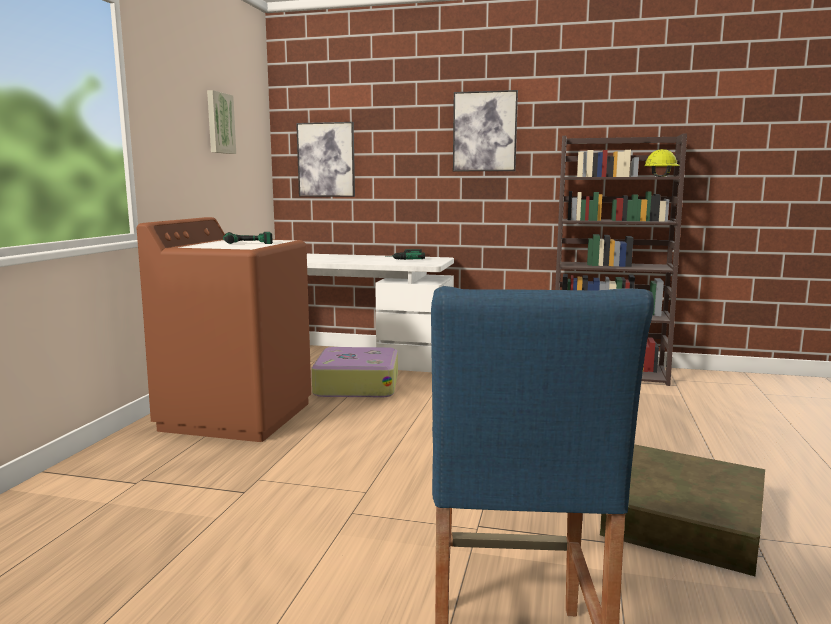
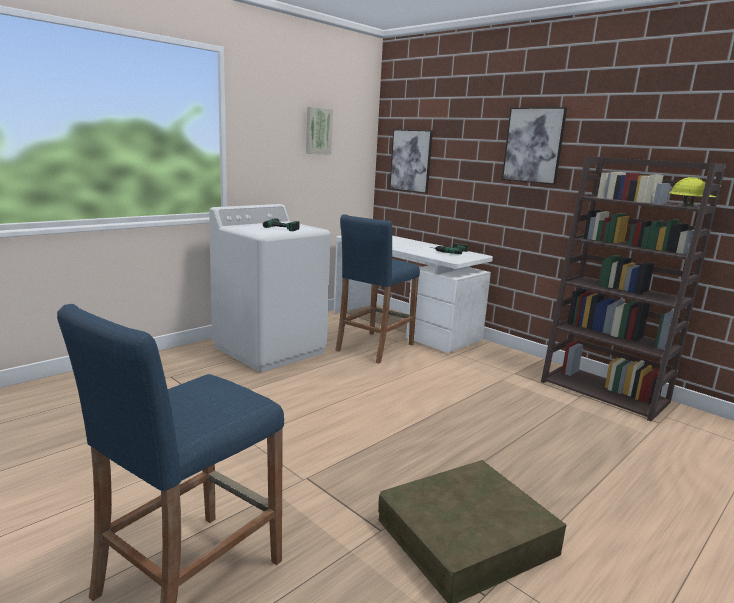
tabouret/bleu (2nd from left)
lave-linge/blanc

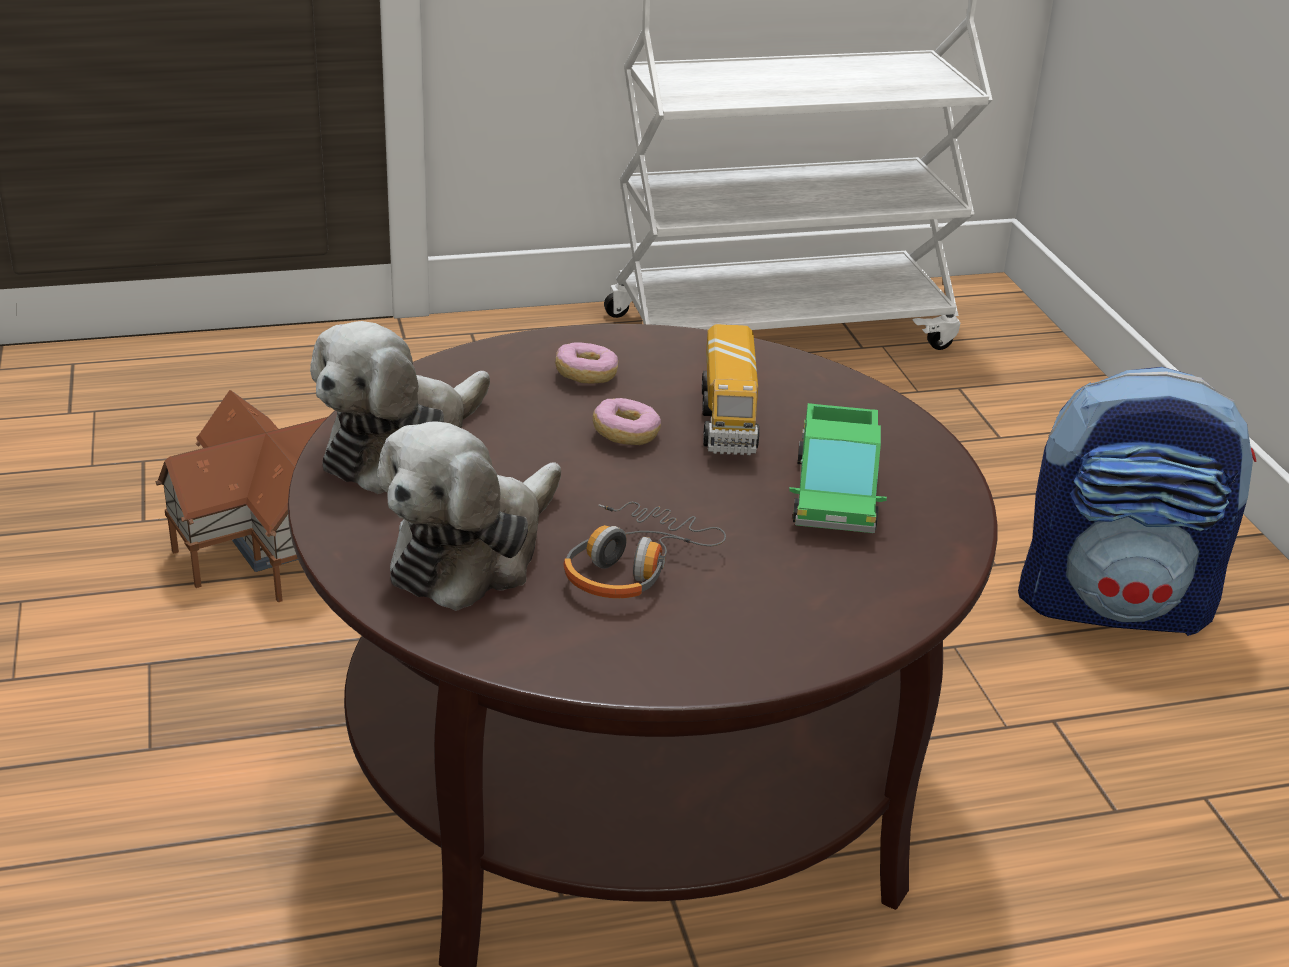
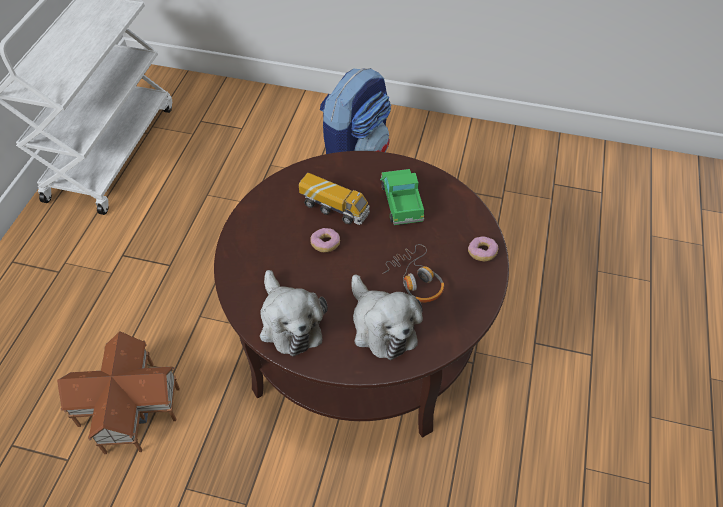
beignet (2nd from left)
camion jouet (2nd from left)

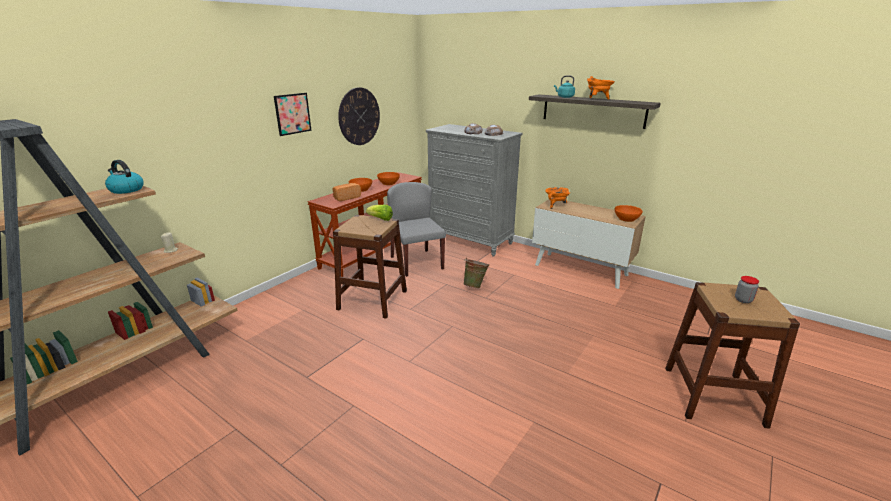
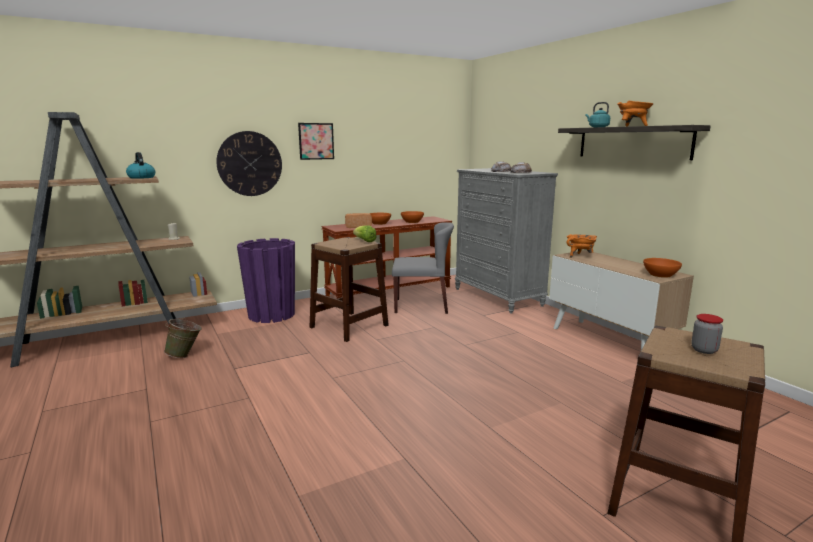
cache-pot/violet
horloge murale
seau/vert
chaise/gris

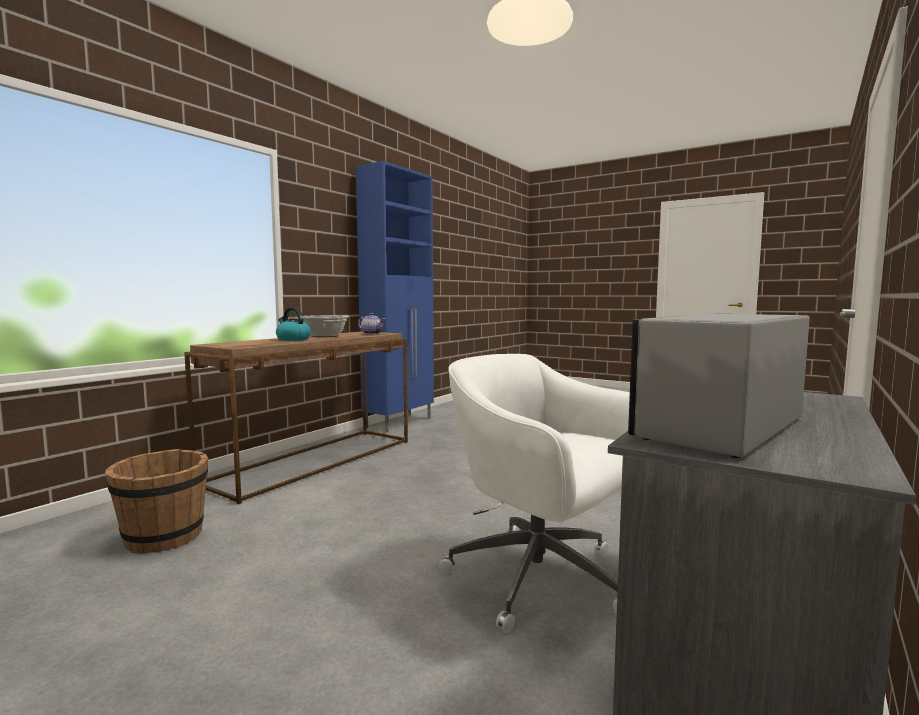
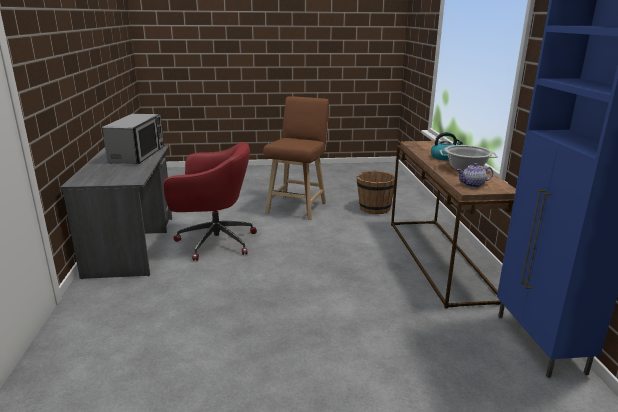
tabouret/marron
chaise de bureau/rouge

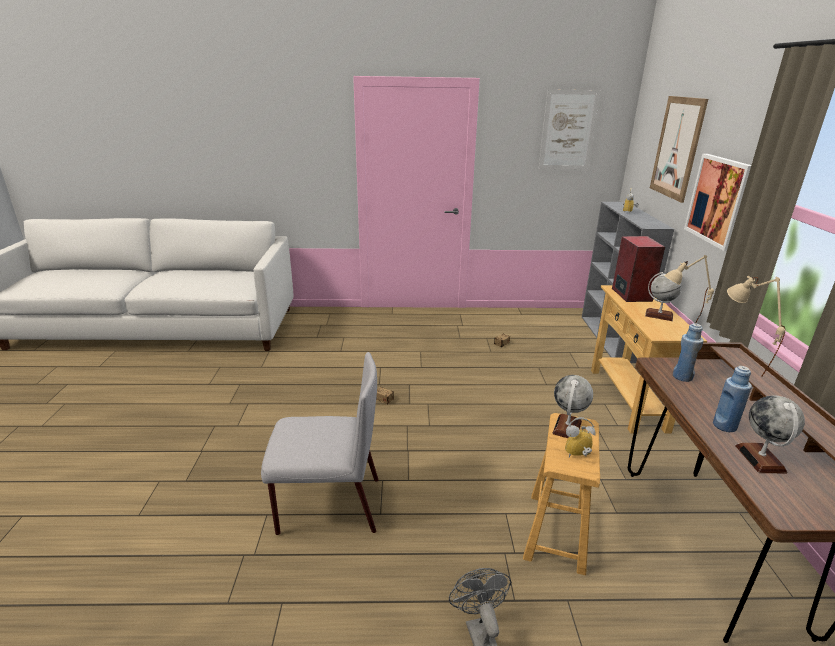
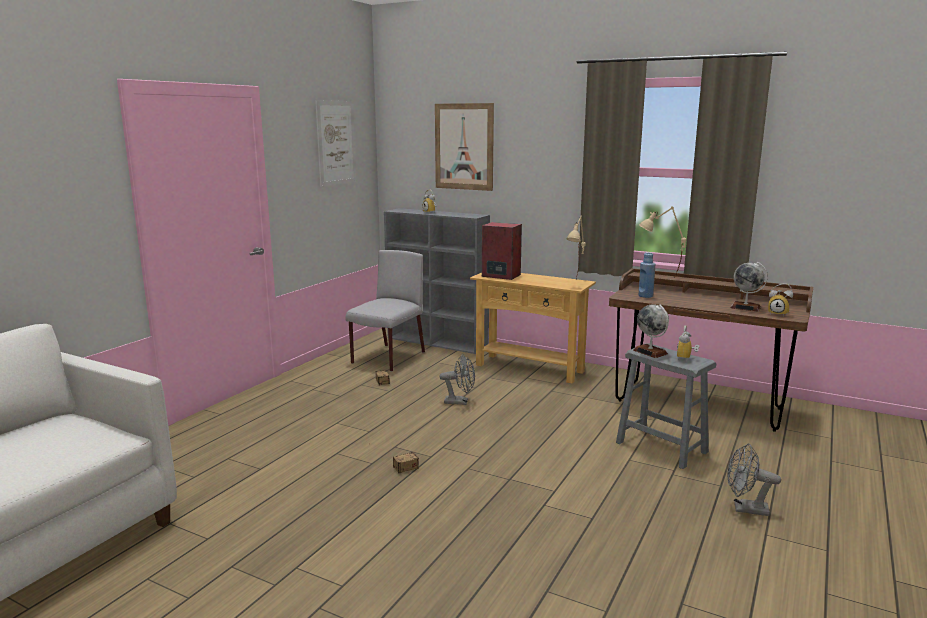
globe (2nd from left in the first image)
tableau (3rd from left in the first image)
bouteille/bleu (2nd from left in the first image)
ventilateur/gris (1st from left)
réveil (3rd from left)
chaise/gris
tabouret/gris

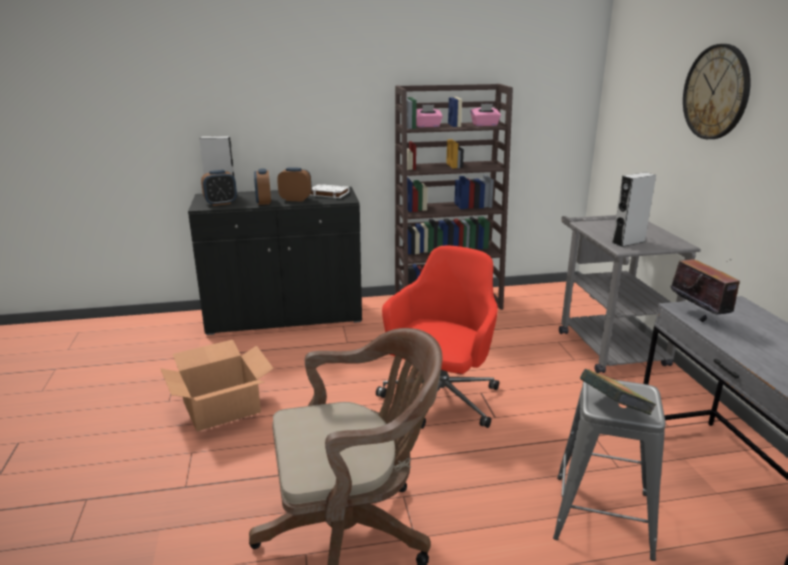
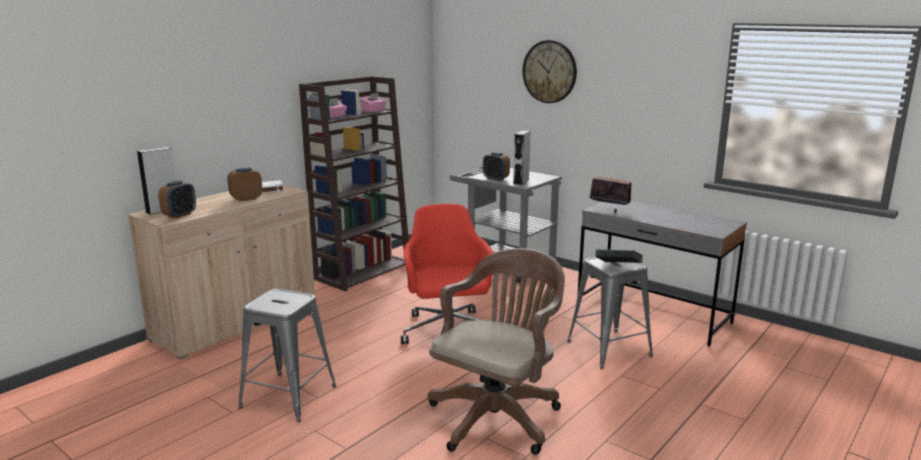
réveil (3rd from left)
tabouret/gris (1st from left)
meuble de rangement/beige

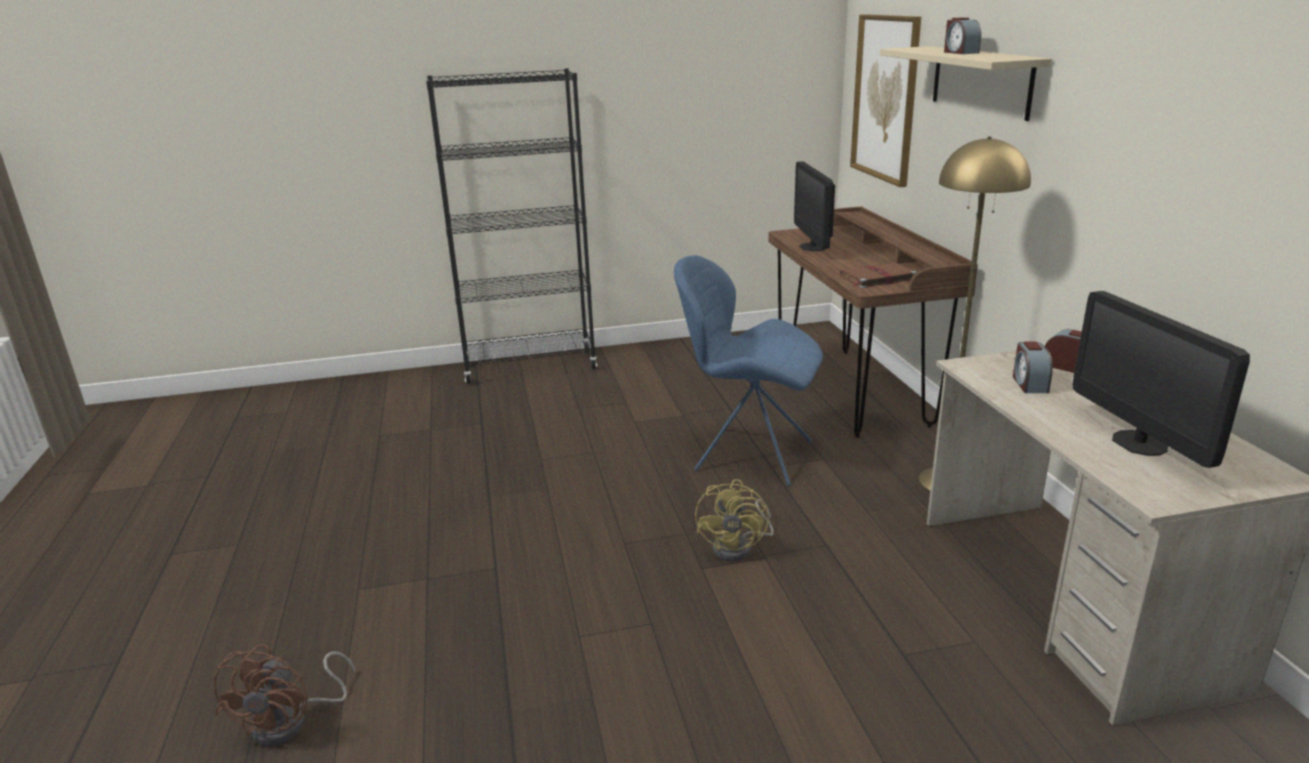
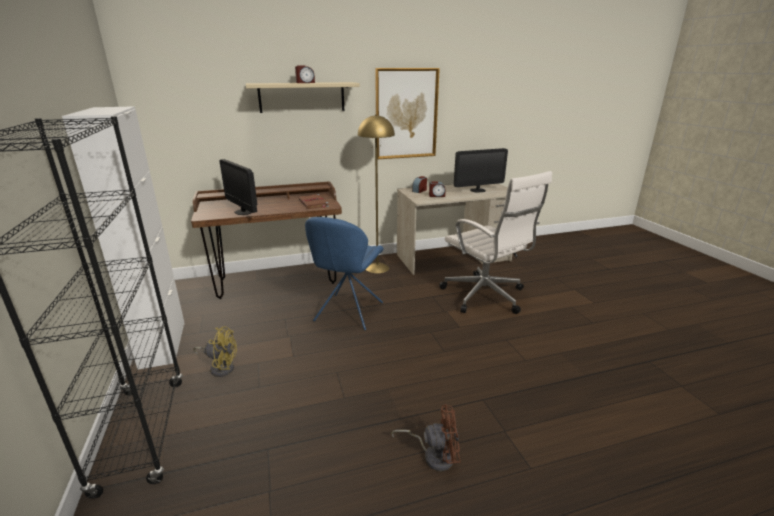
meuble de rangement/blanc
chaise de bureau/blanc
ventilateur/marron
ventilateur/jaune
tableau
écran d'ordinateur (1st from left)

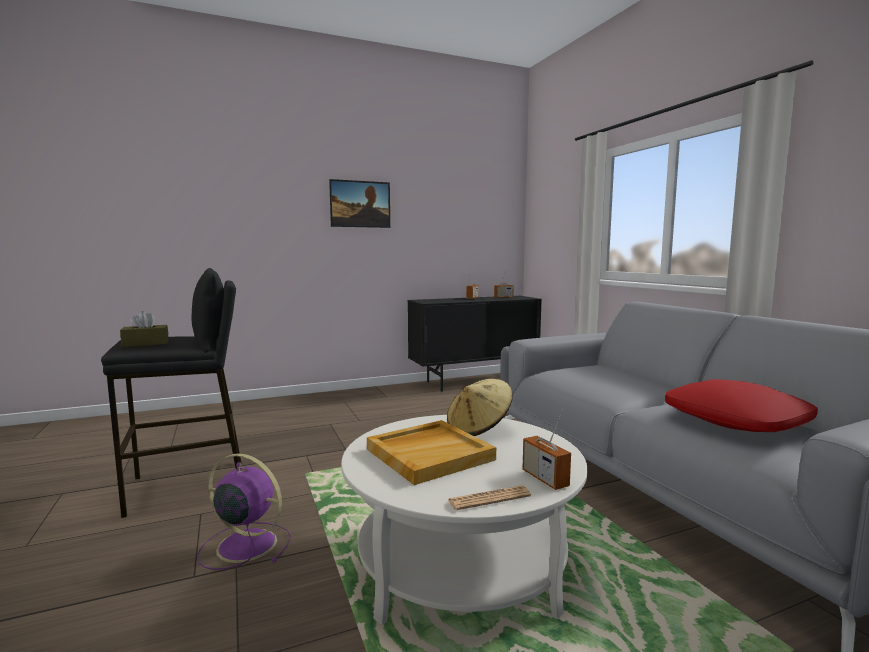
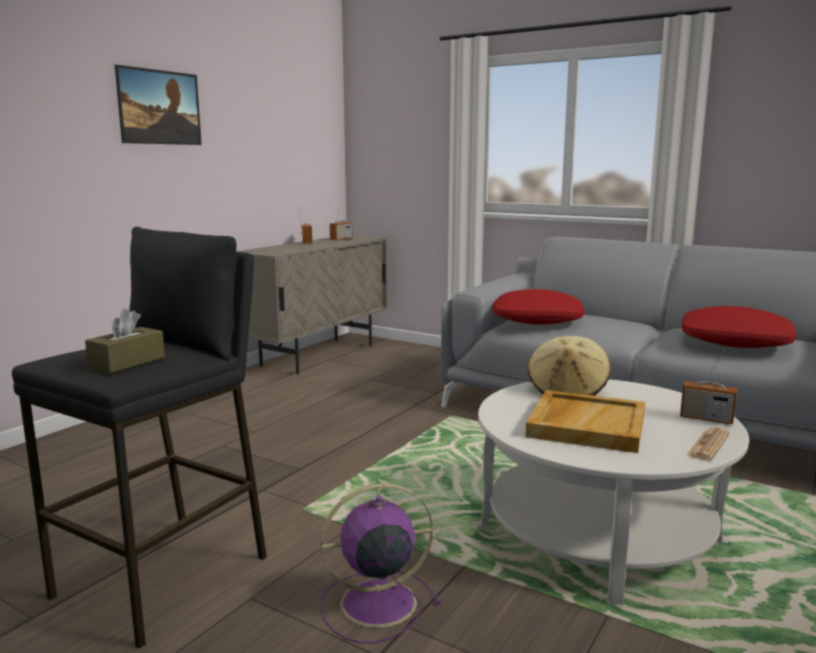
coussin/rouge (1st from left)
meuble de rangement/beige

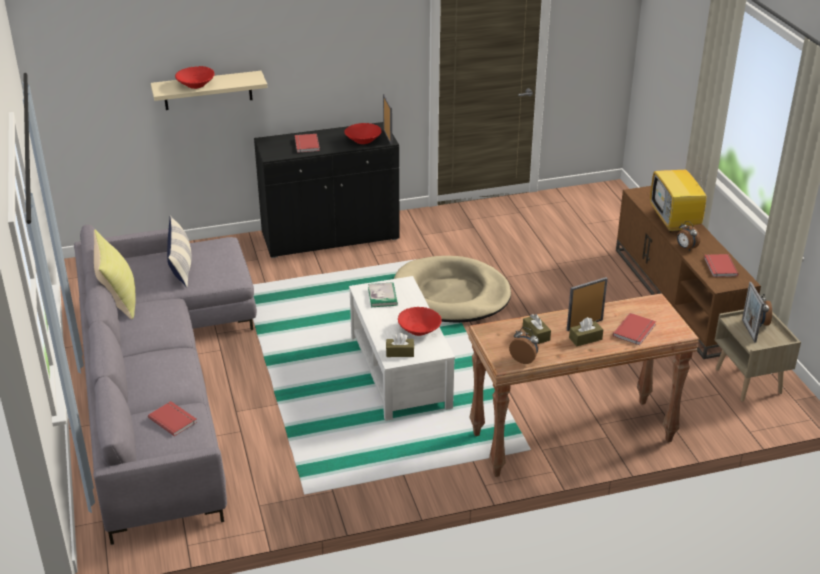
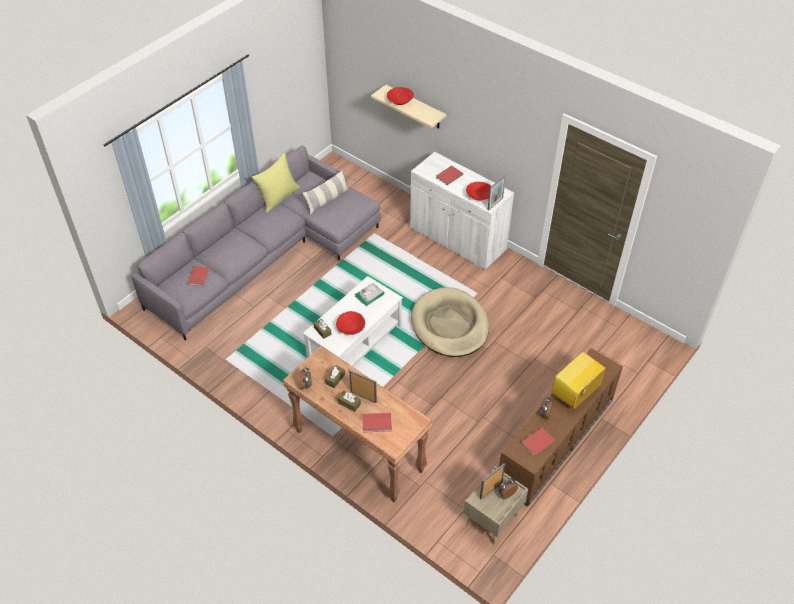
meuble de rangement/blanc

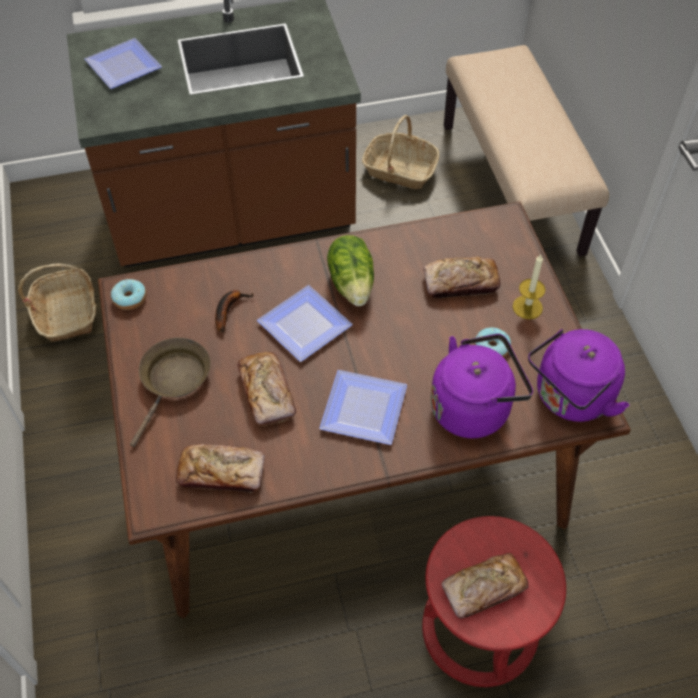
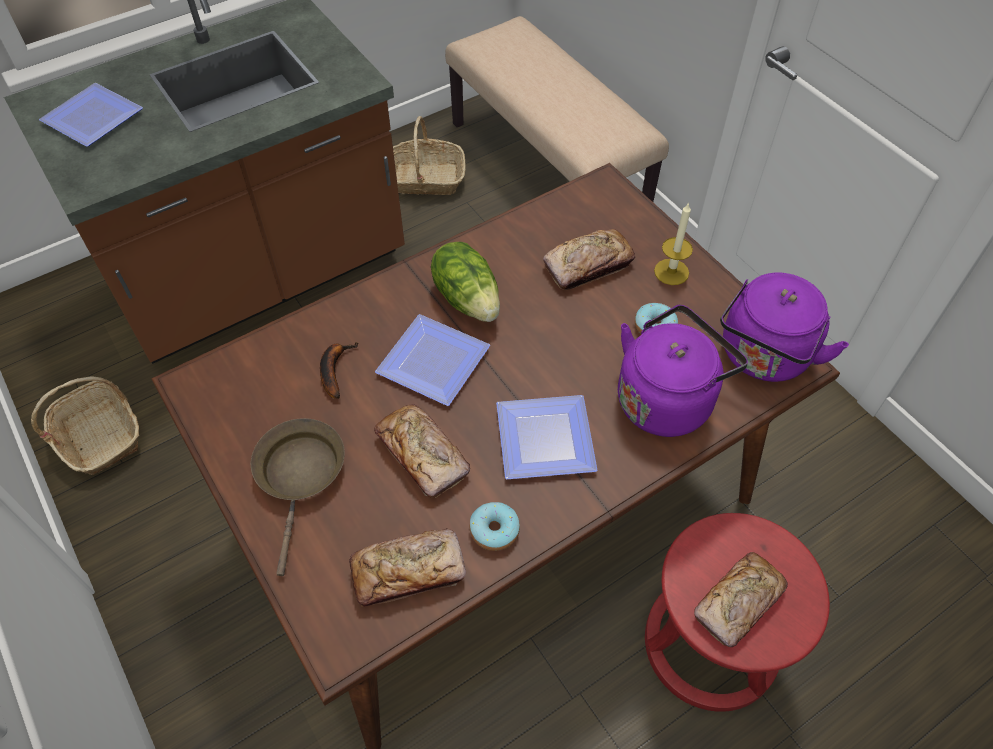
beignet (1st from left)

